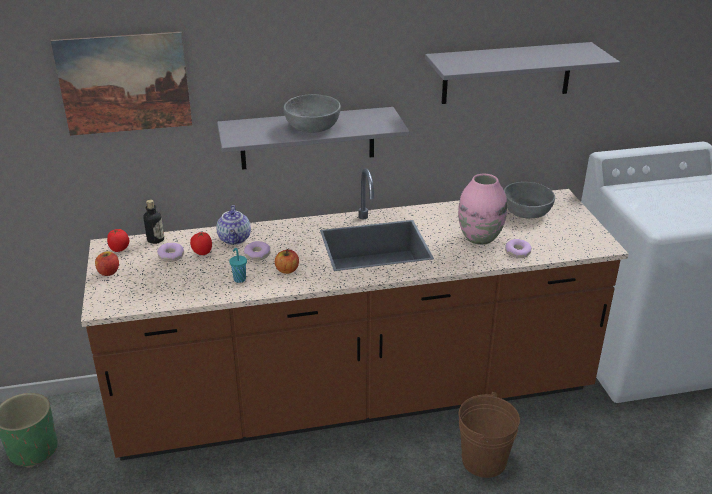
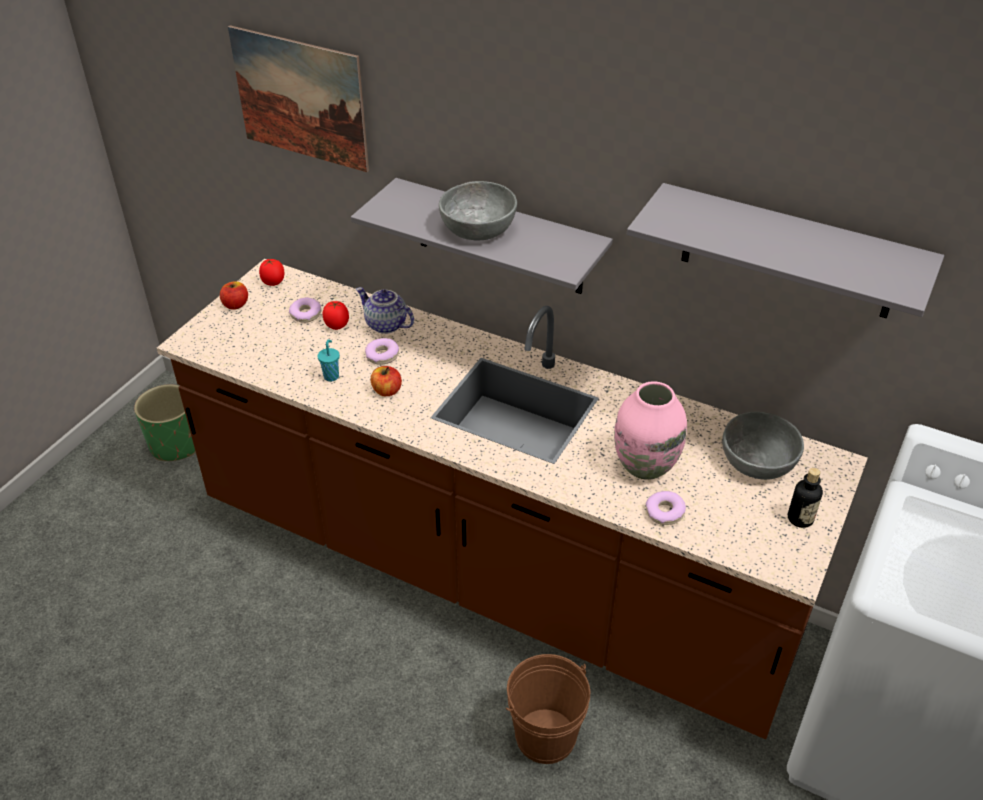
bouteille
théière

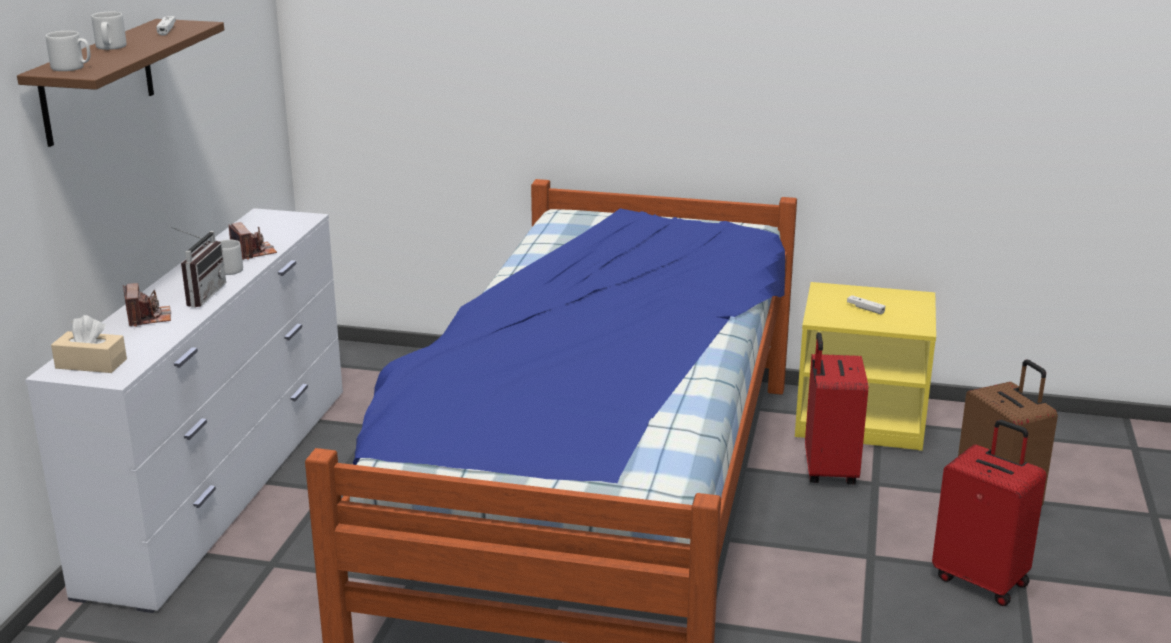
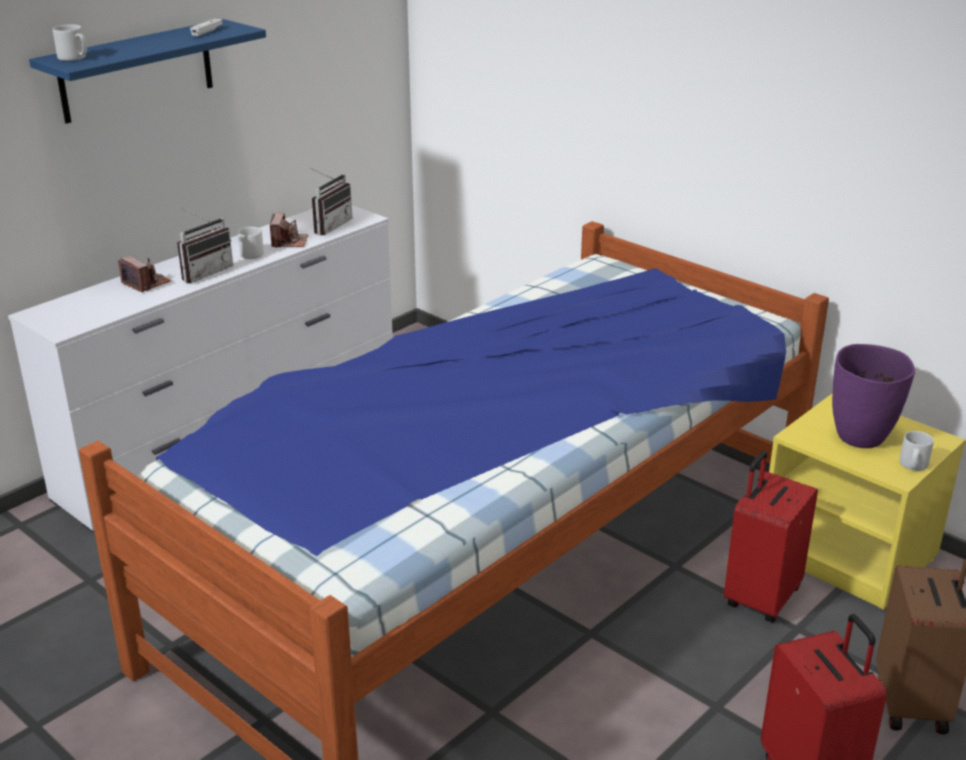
boîte à mouchoirs/beige
radio (2nd from left)
mug/gris (3rd from left)
vase/violet
étagère/bleu
appareil photo (1st from left)

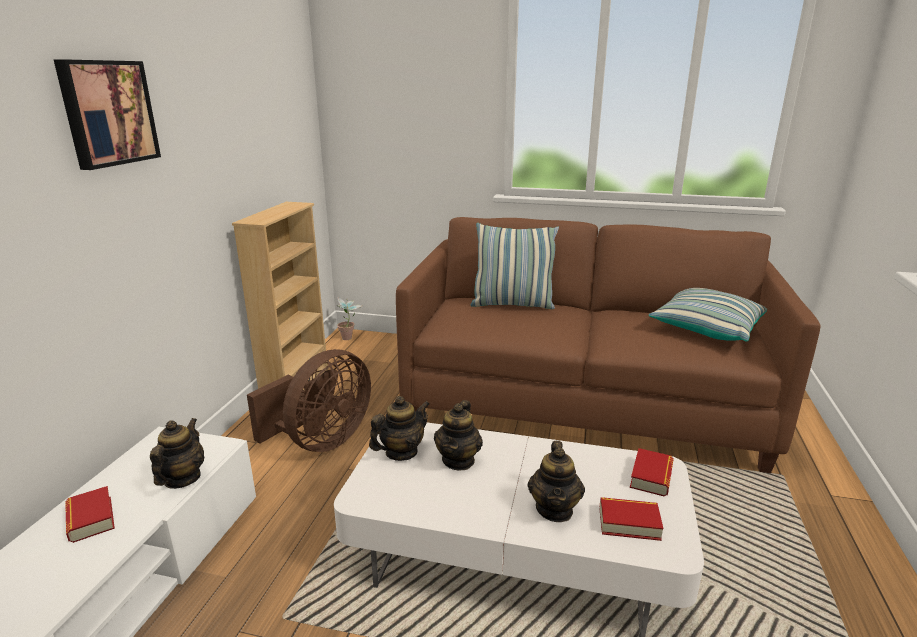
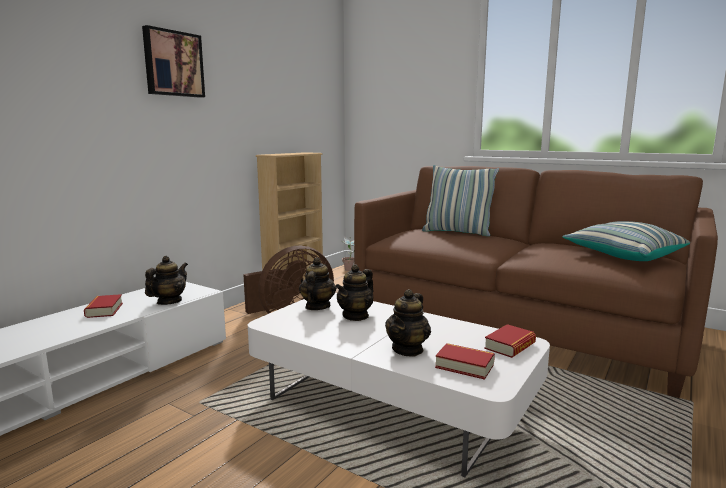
théière (2nd from left)

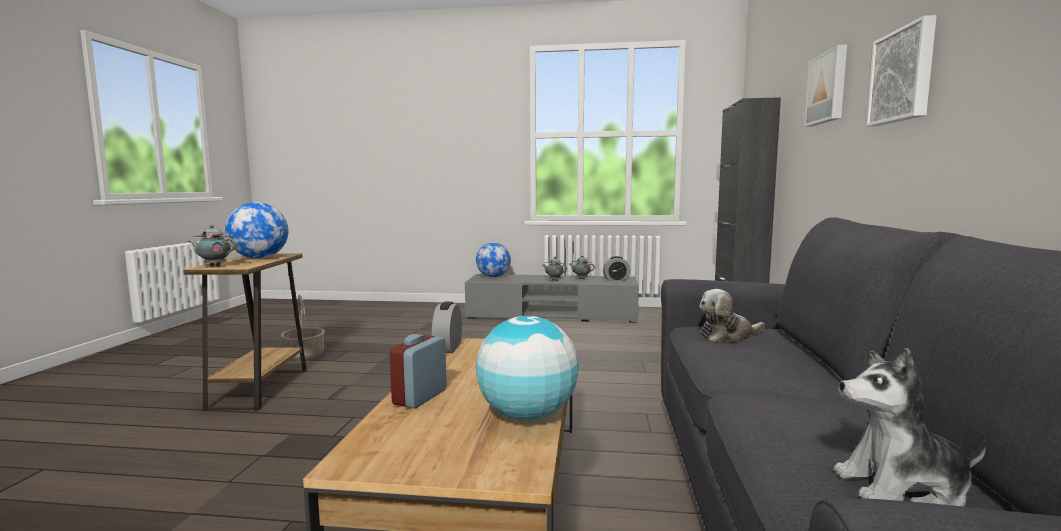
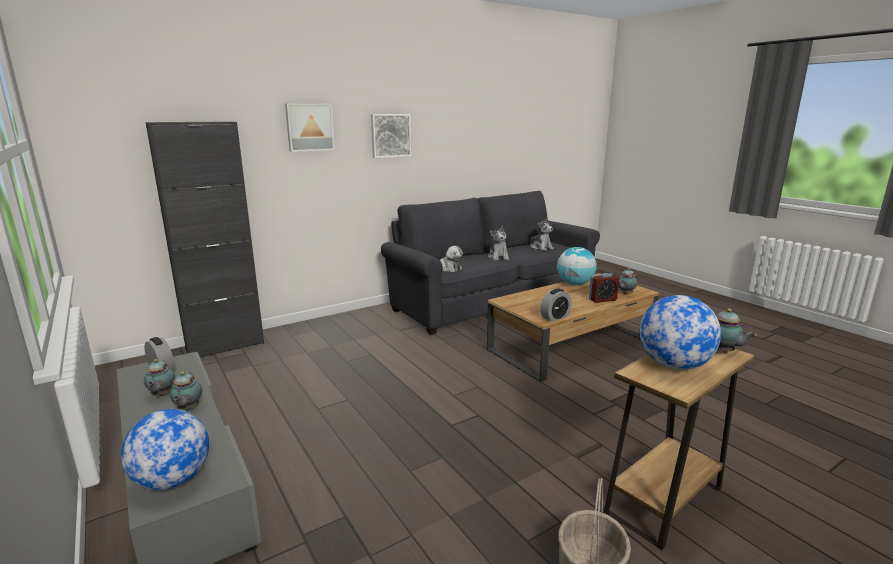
peluche (2nd from left)
théière (3rd from left)

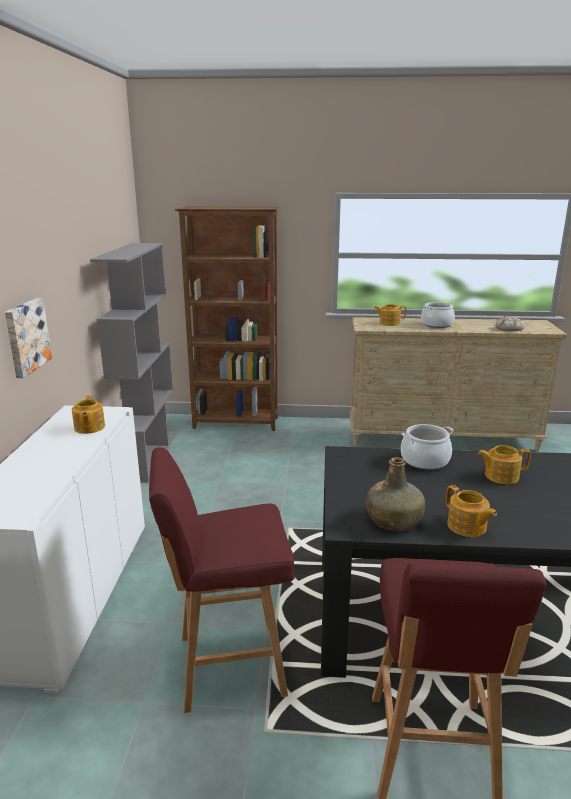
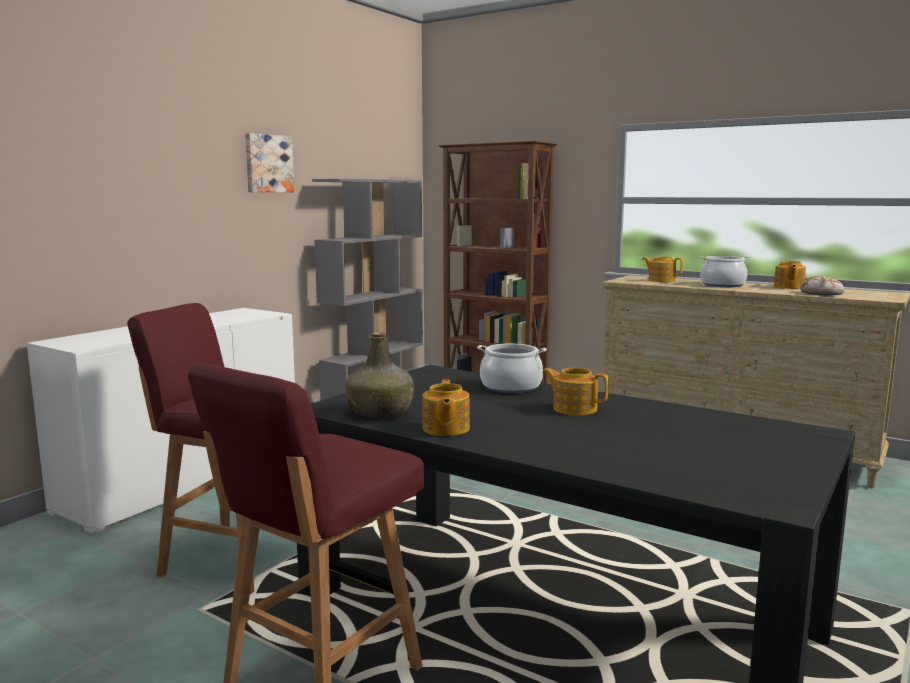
tableau
théière (4th from left)

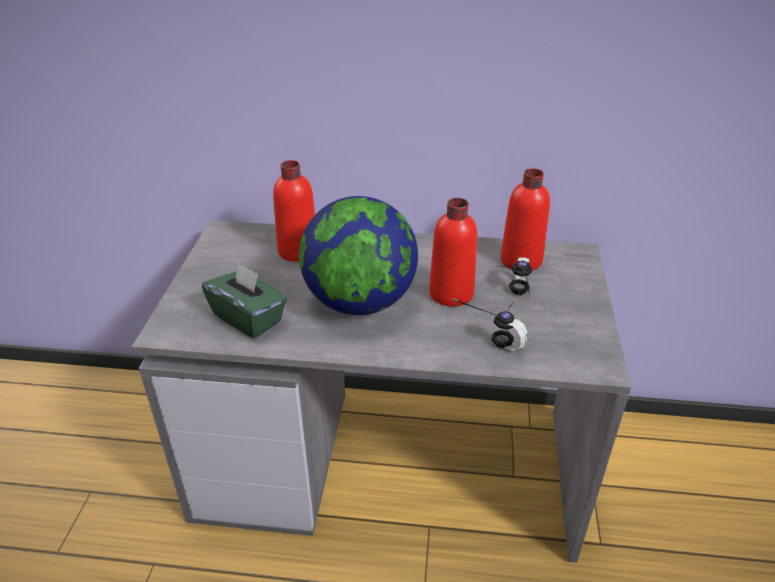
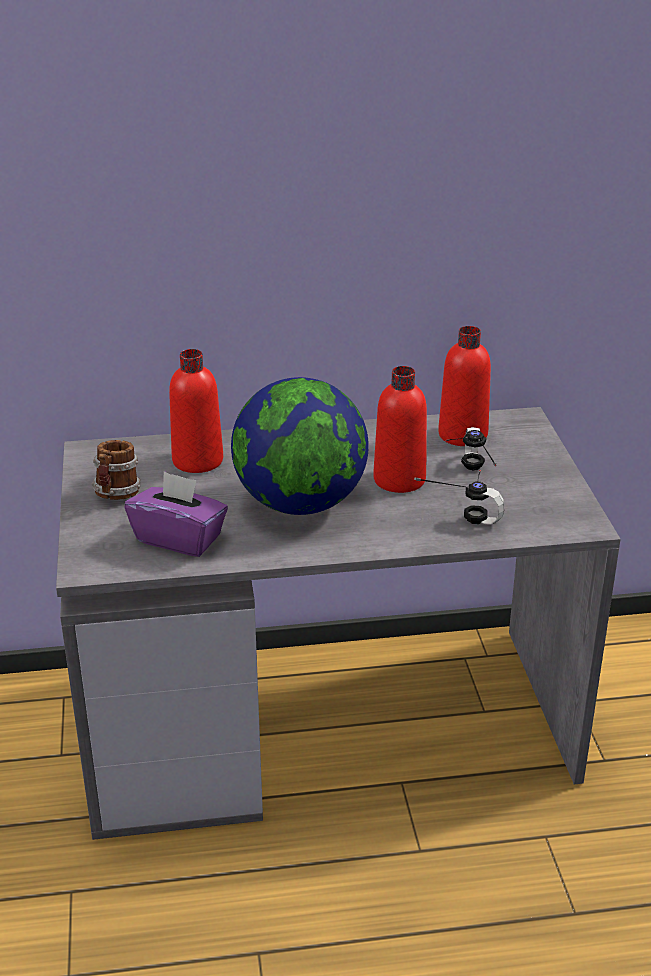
mug
boîte à mouchoirs/violet

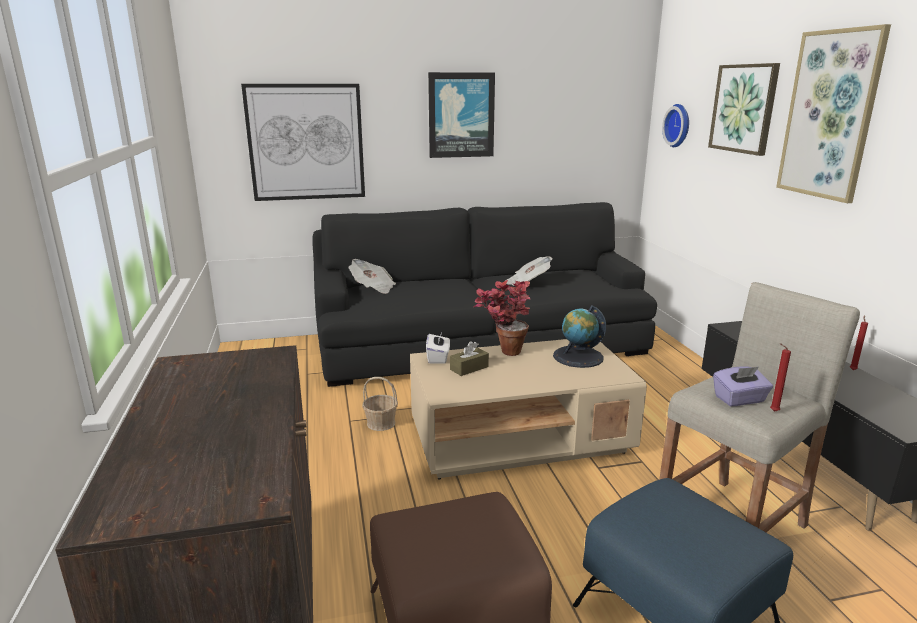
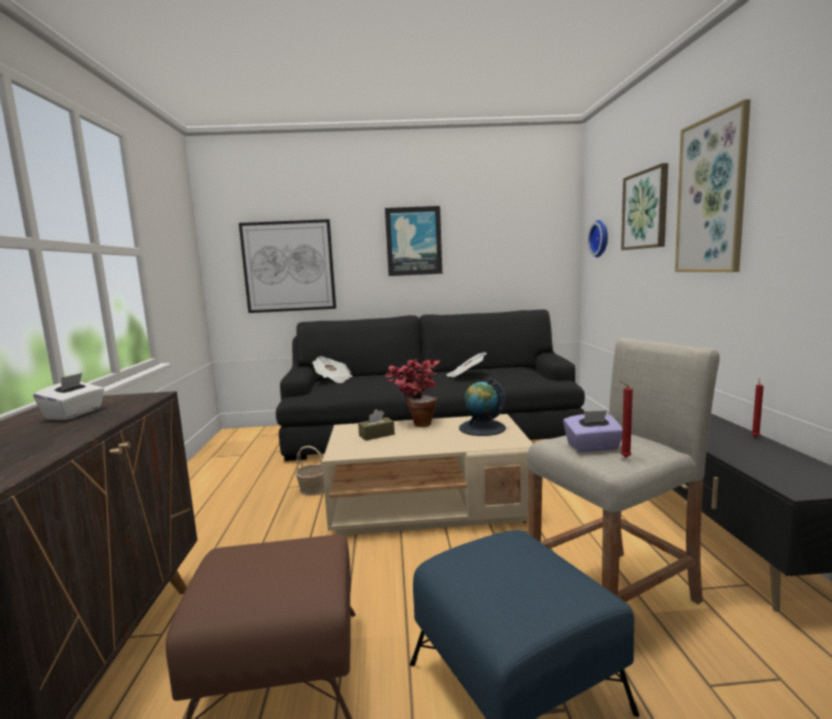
boîte à mouchoirs/blanc

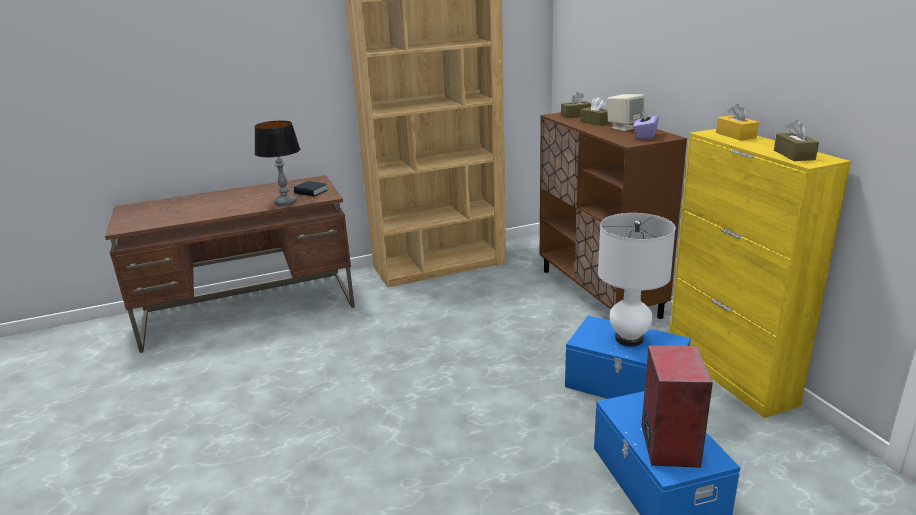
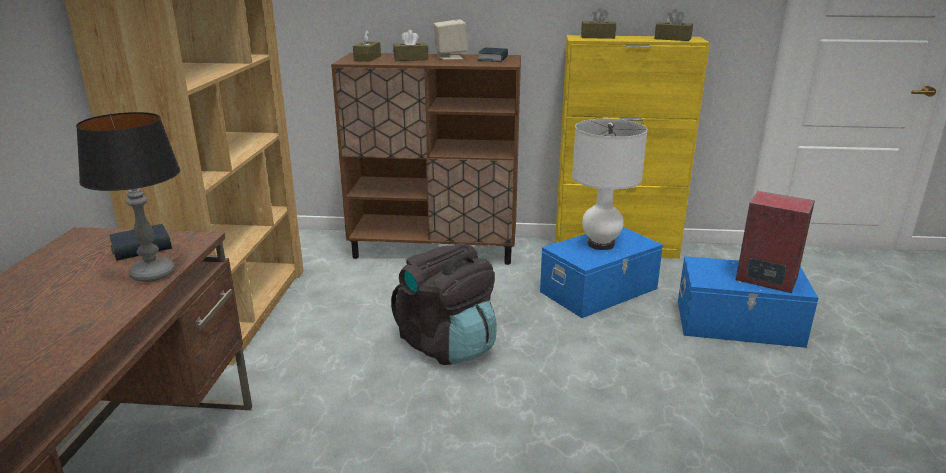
sac à dos/noir
livre (2nd from left)
boîte à mouchoirs/marron (3rd from left)

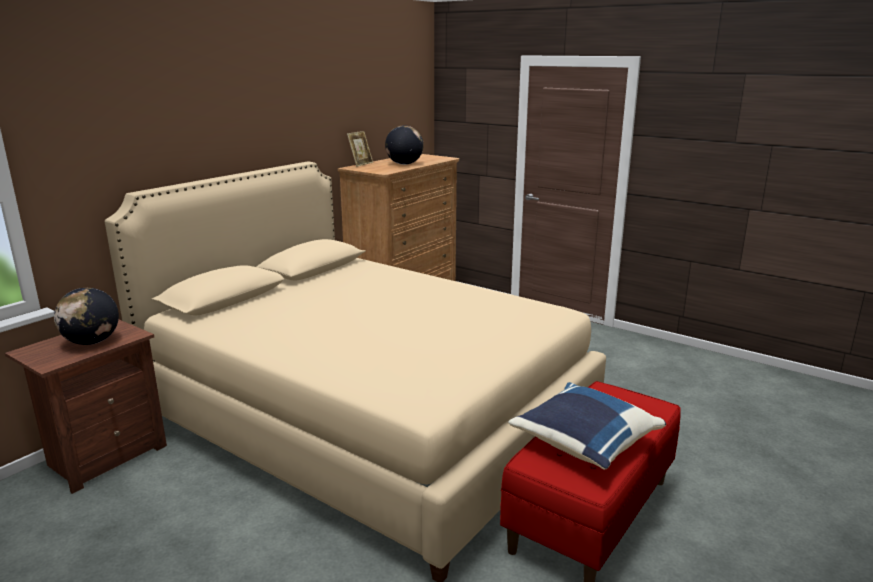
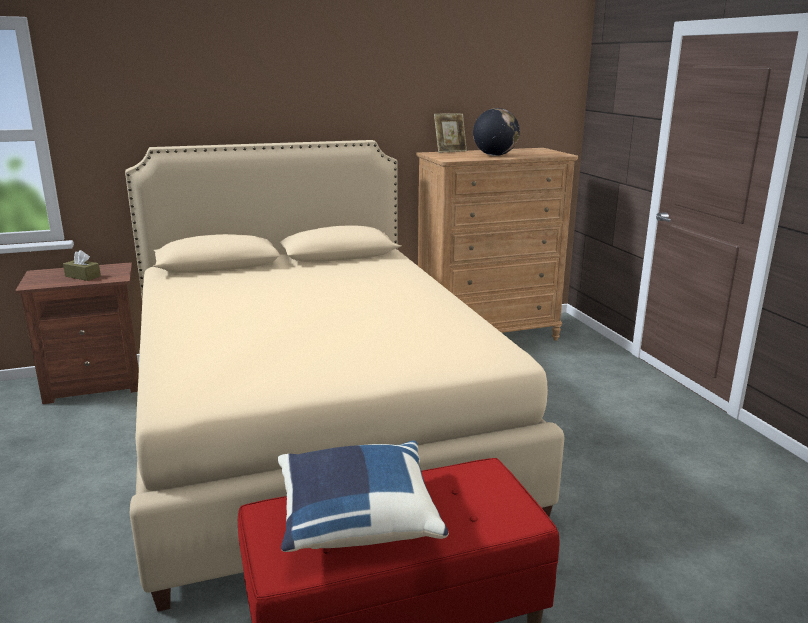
boîte à mouchoirs/marron

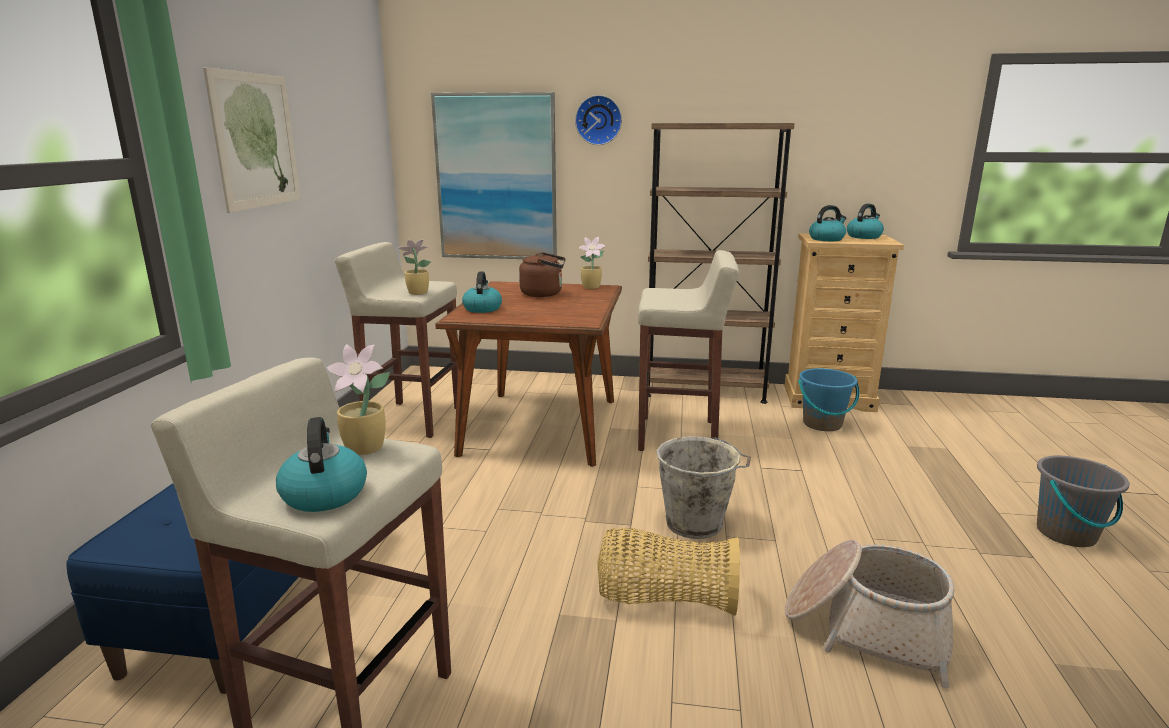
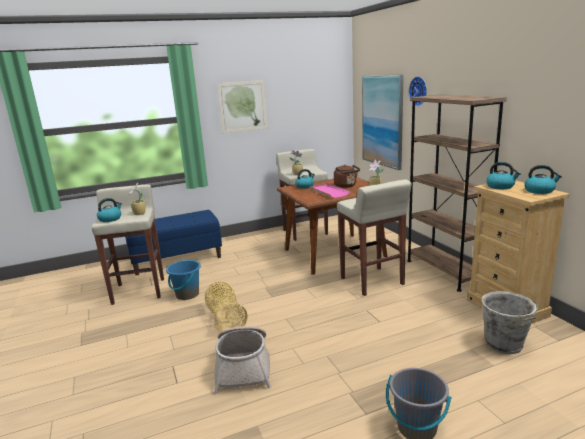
plateau/rose
seau/gris (2nd from left)
seau/bleu

